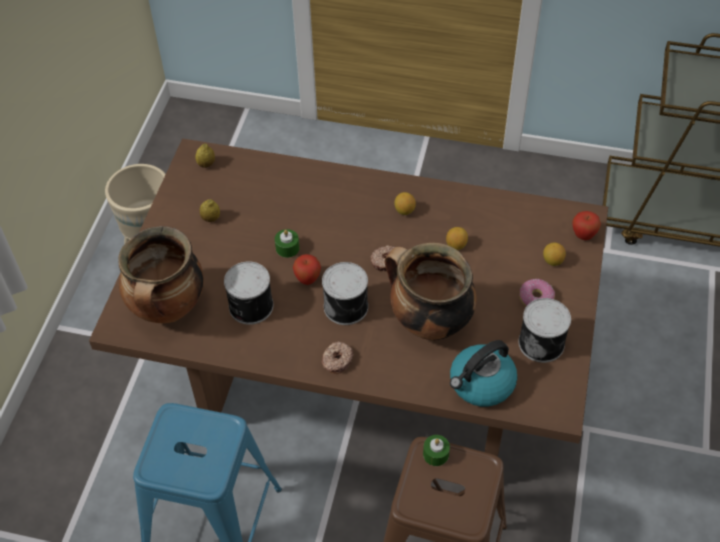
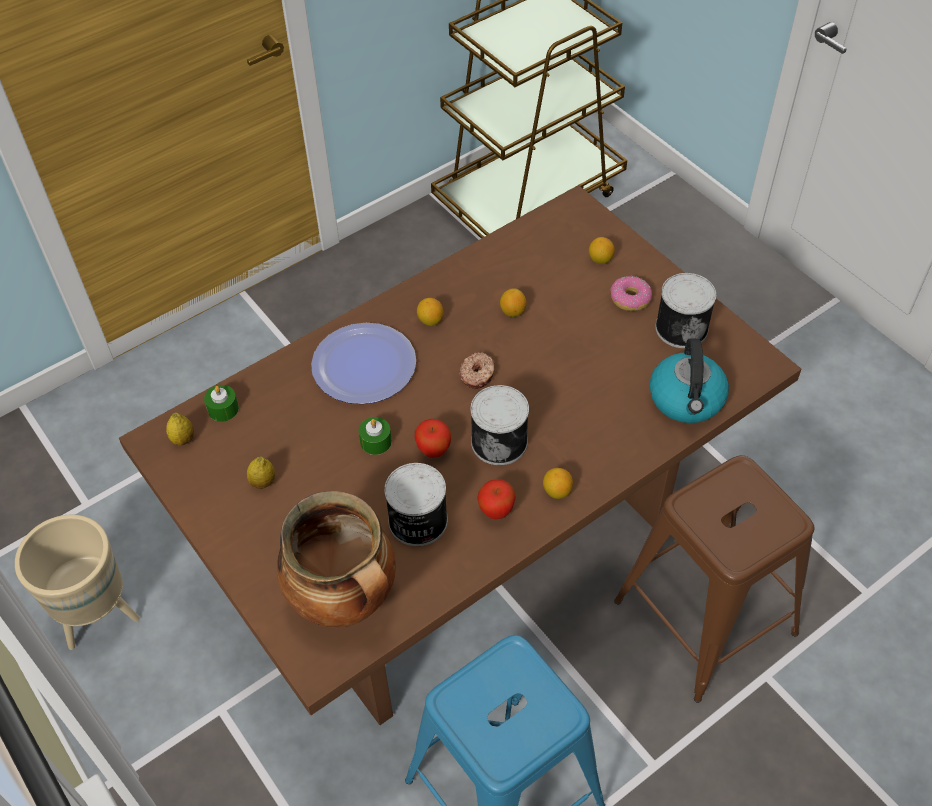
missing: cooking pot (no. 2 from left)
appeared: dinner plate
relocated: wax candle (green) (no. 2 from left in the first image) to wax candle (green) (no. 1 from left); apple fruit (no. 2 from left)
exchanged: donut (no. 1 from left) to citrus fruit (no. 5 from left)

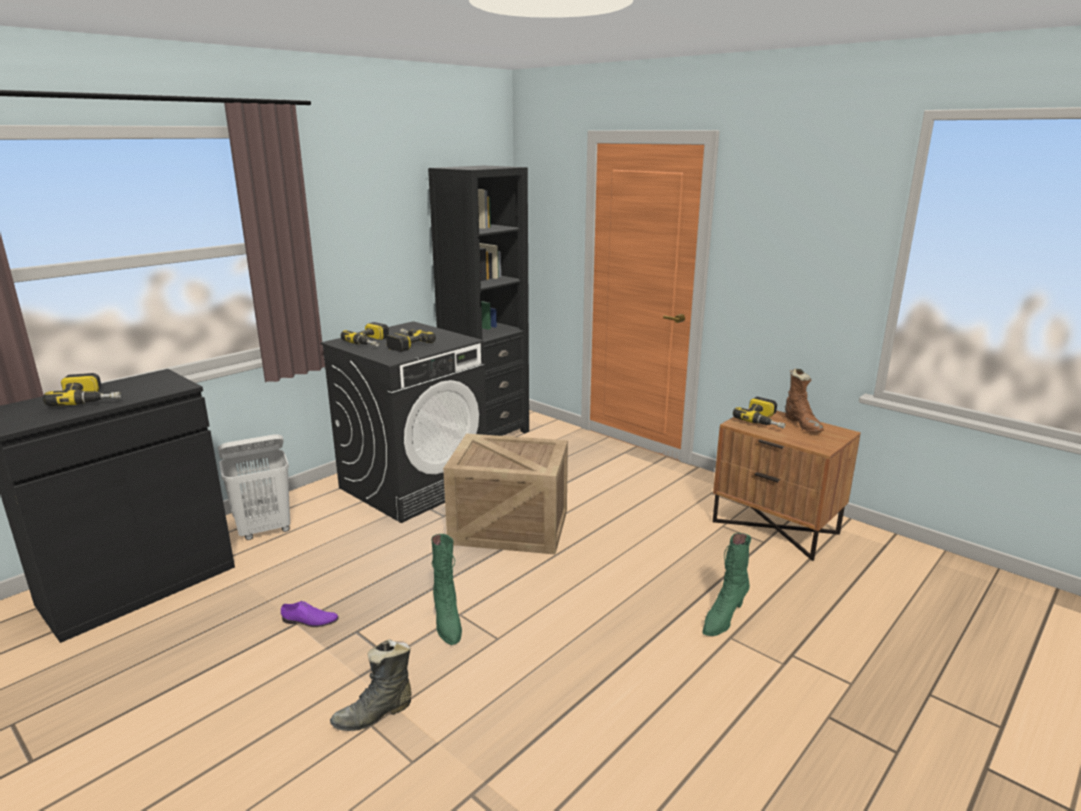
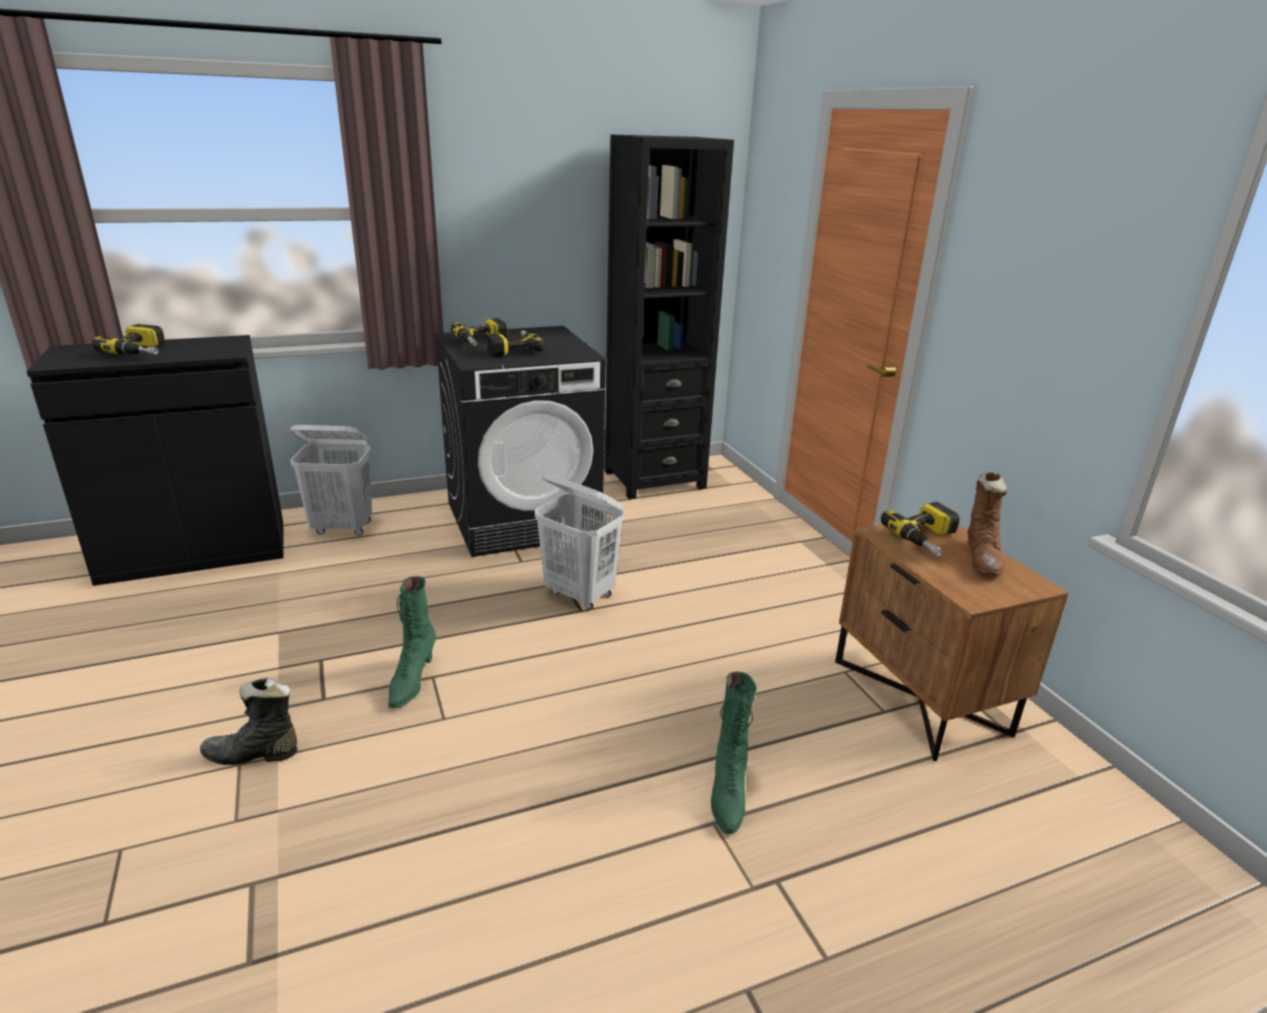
missing: item of footwear (purple)
exchanged: crate to laundry basket (whitish) (no. 2 from left)
spun: boot (green) (no. 2 from left) 60 degrees counterclockwise

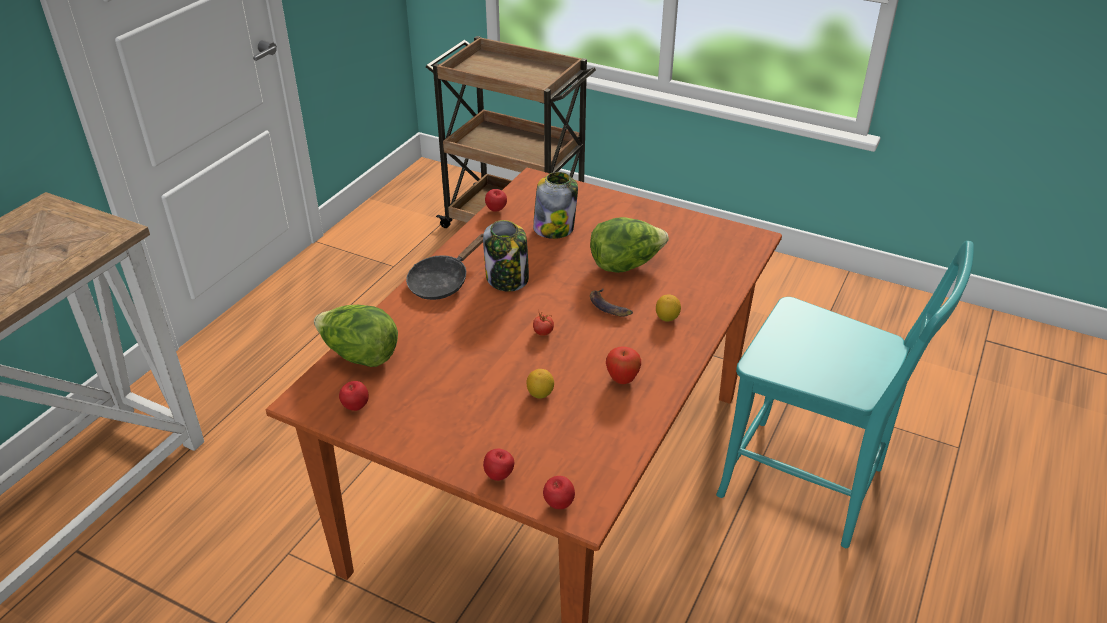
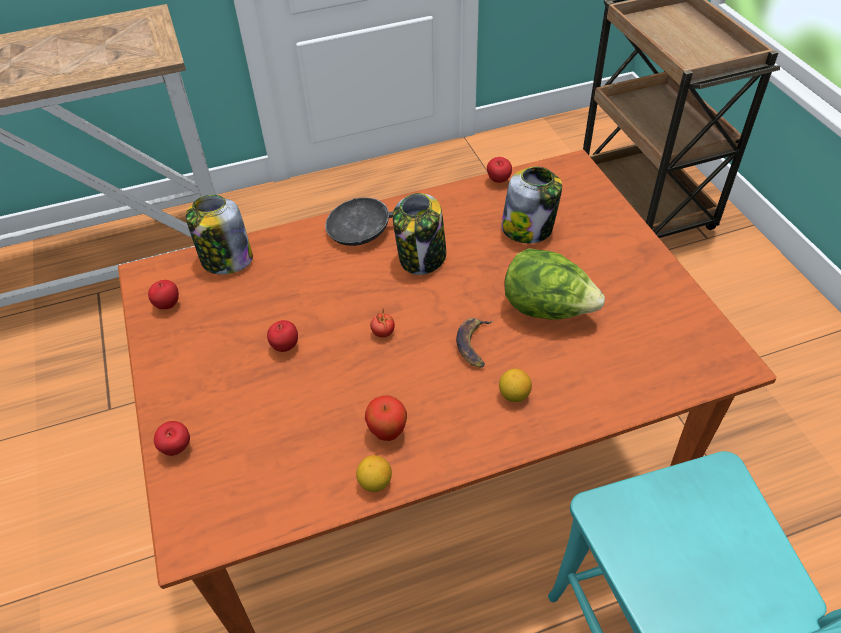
relocated: citrus fruit (no. 1 from left); apple fruit (no. 4 from left in the first image) to apple fruit (no. 3 from left)
exchanged: head of lettuce (no. 1 from left) to preserve jar (no. 1 from left)

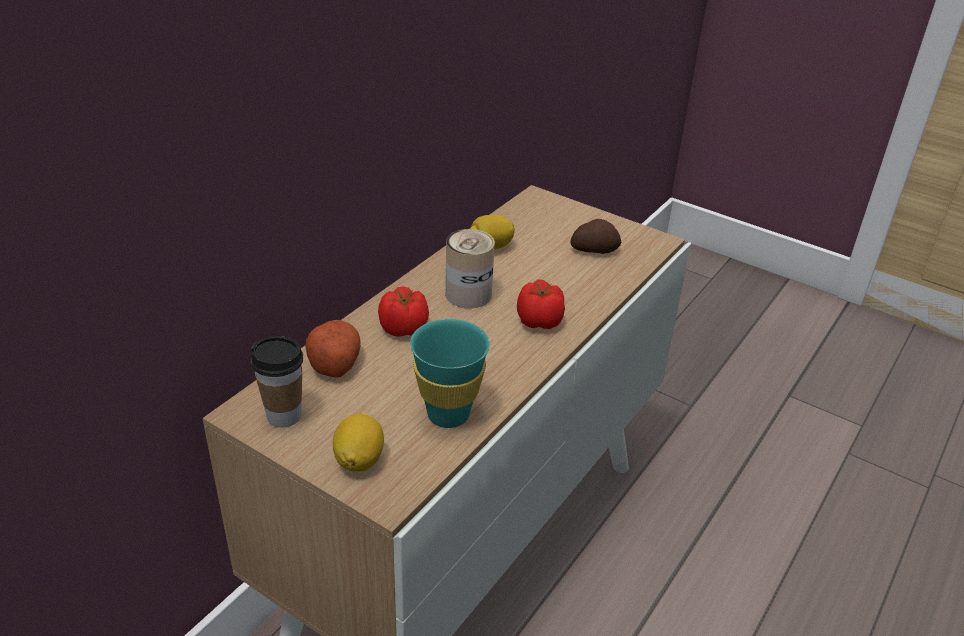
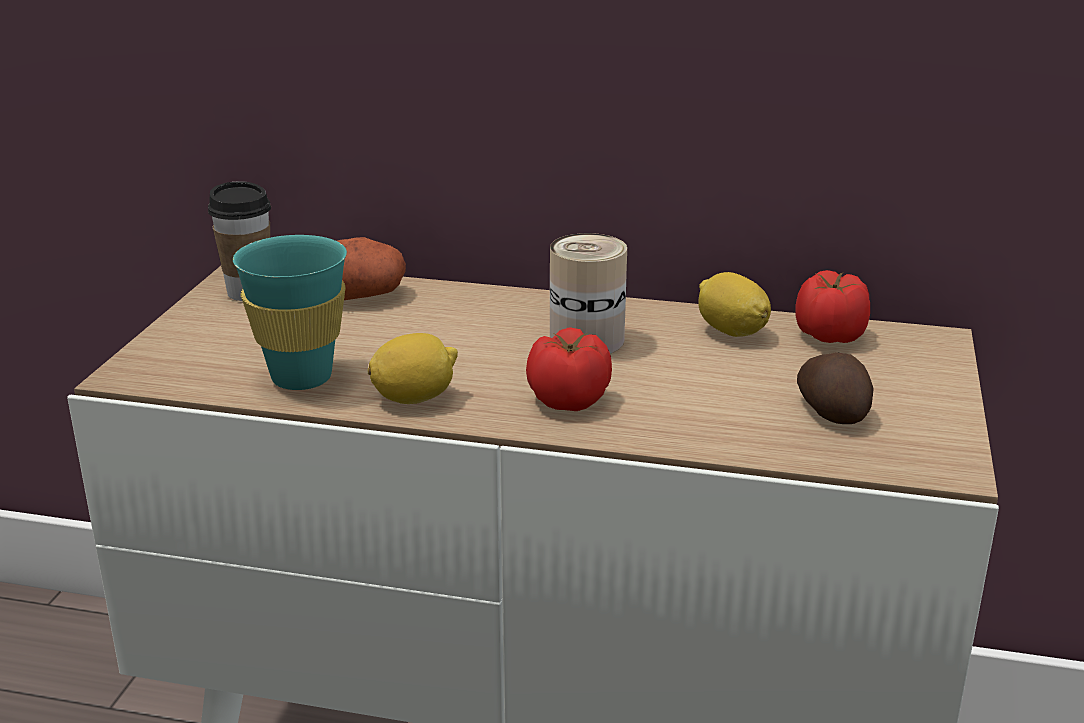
relocated: citrus fruit (no. 1 from left); tomato (no. 1 from left in the first image) to tomato (no. 2 from left)

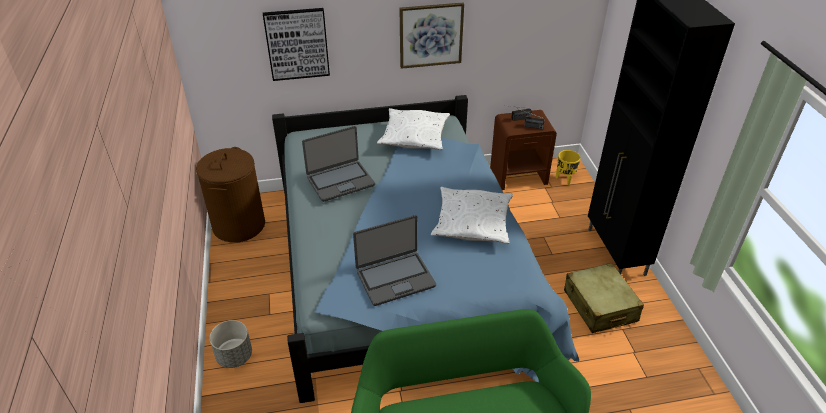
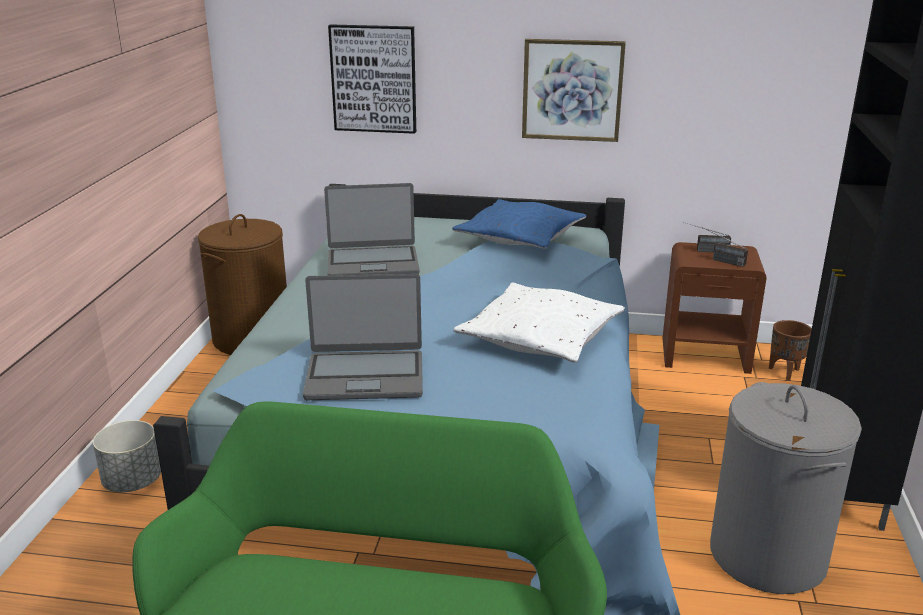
exchanged: piece of luggage (sand-coloured) to laundry basket (grey)
colour: throw pillow (whitish) (no. 1 from left) to throw pillow (bluish); planter (yellow) to planter (brownish)

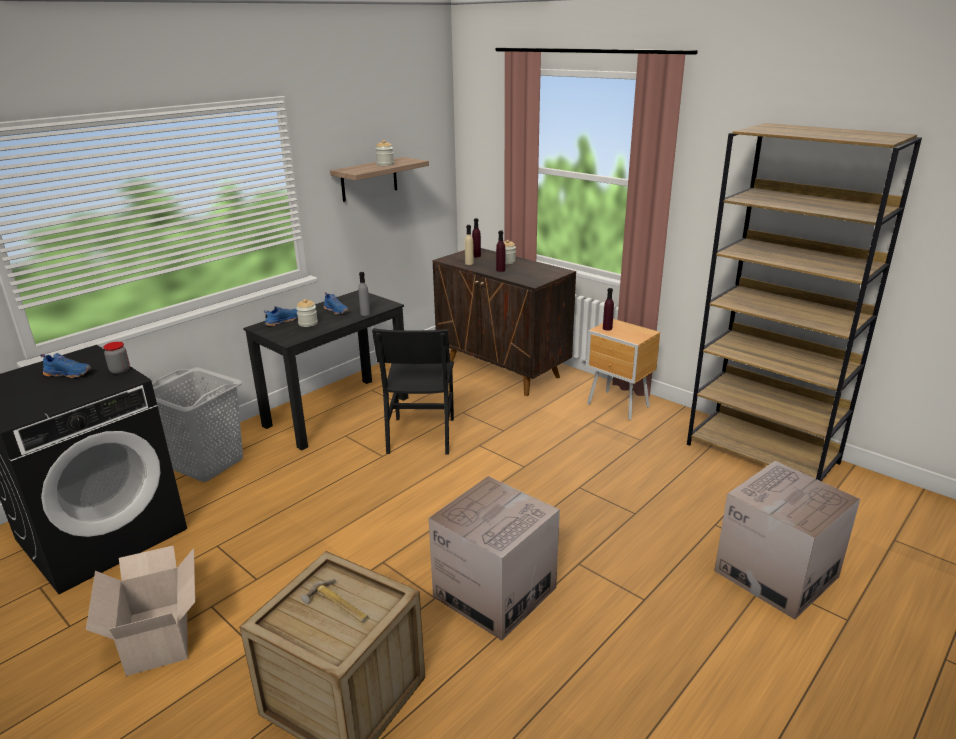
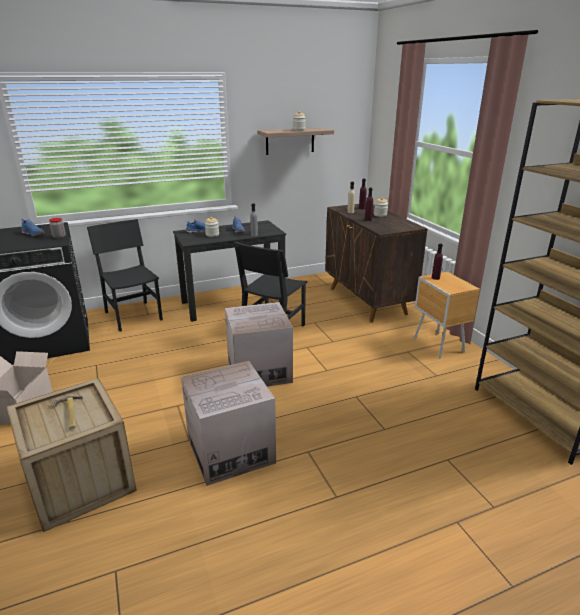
relocated: cardboard box (no. 3 from left)
exchanged: laundry basket (grey) to upright chair (blackish) (no. 1 from left)

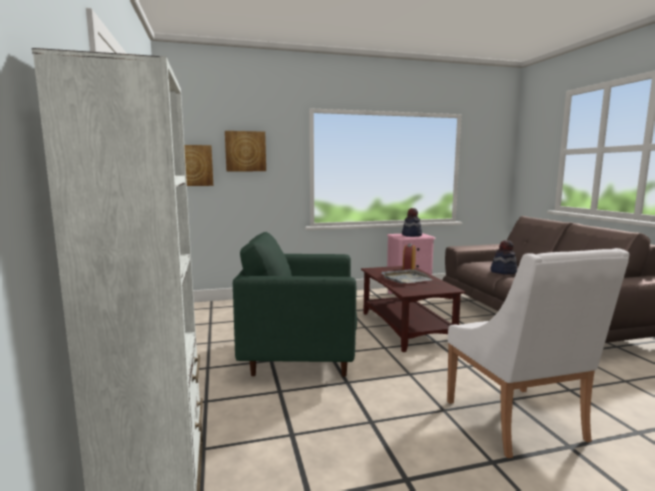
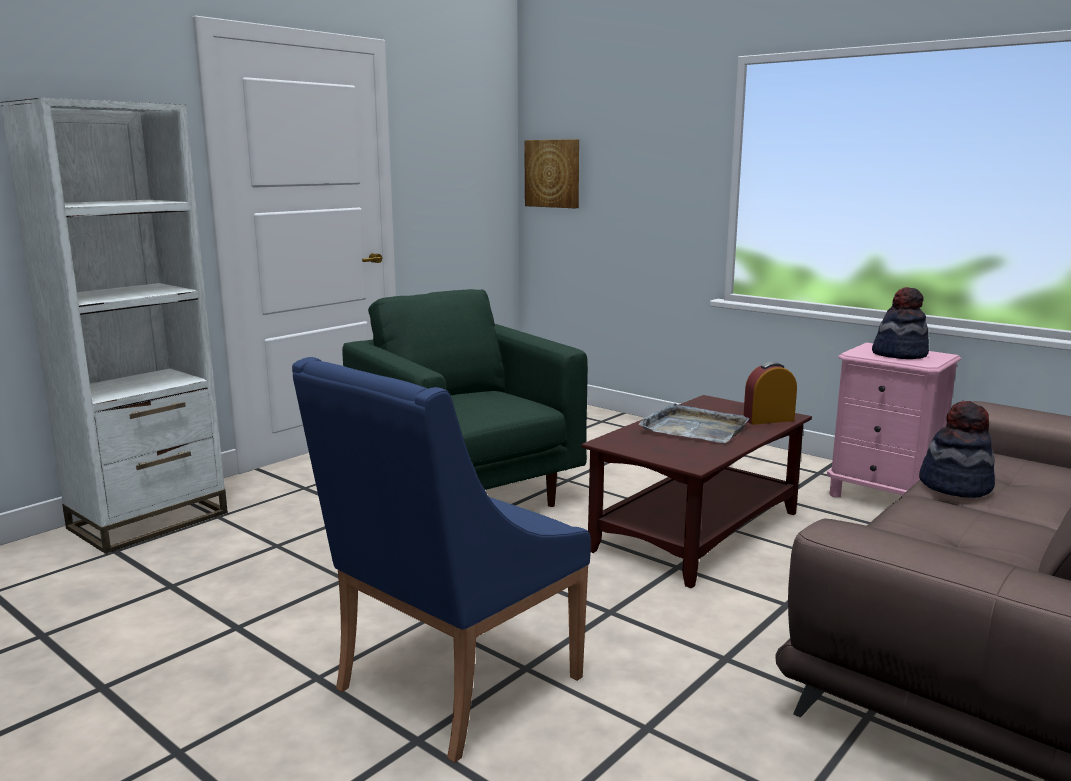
missing: wall picture (no. 2 from left)
colour: armchair (whitish) to armchair (bluish)

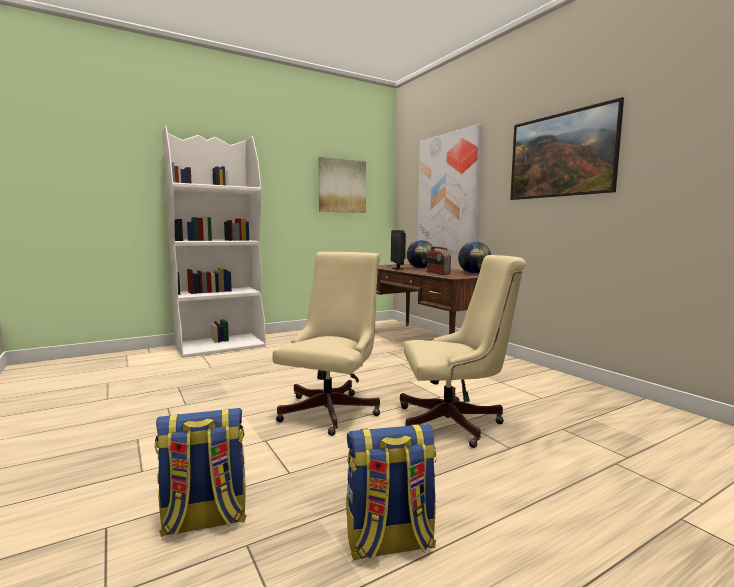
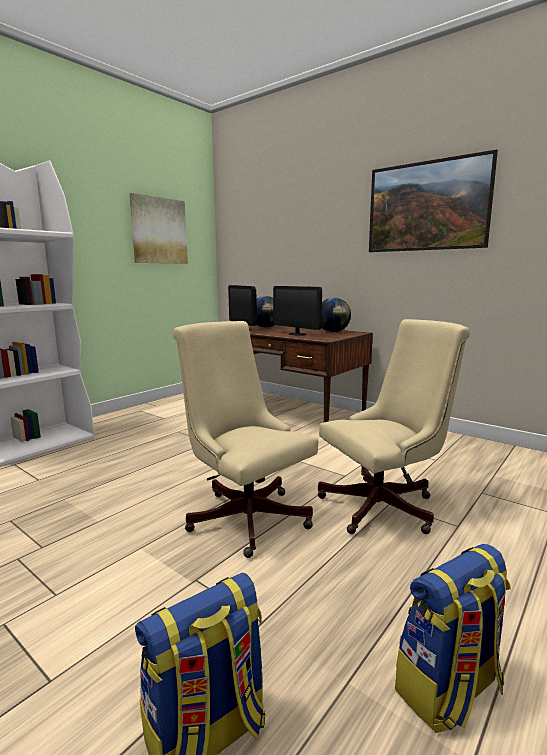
missing: wall picture (no. 2 from left)
exchanged: radio to computer display (no. 2 from left)
spun: office chair (sand-coloured) (no. 1 from left) 45 degrees counterclockwise

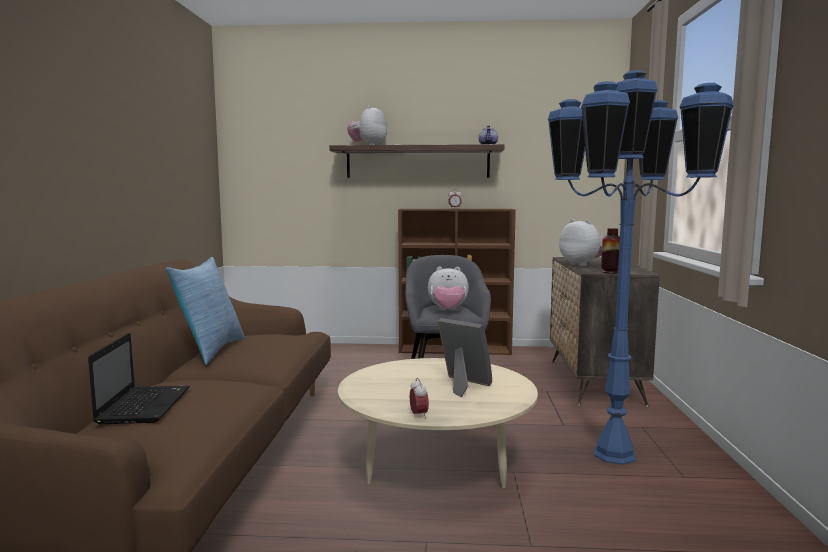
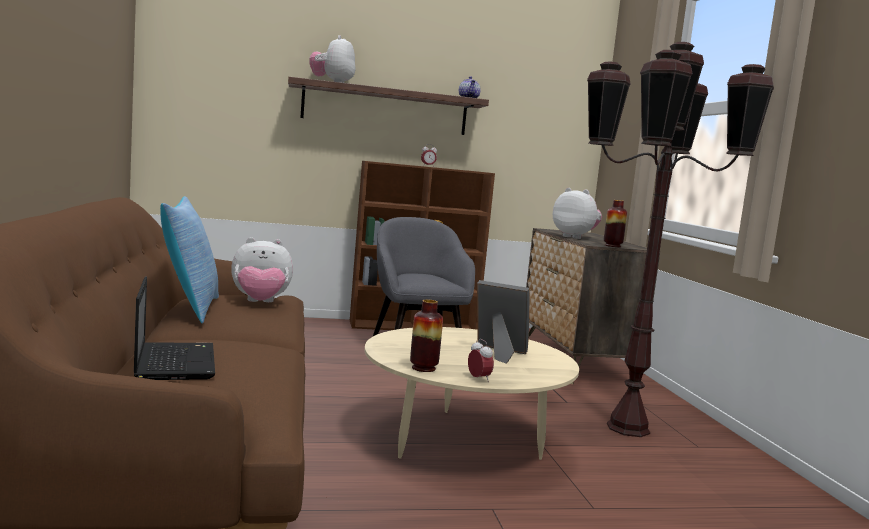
appeared: flower vase (no. 1 from left)
relocated: plush toy (no. 2 from left in the first image) to plush toy (no. 1 from left)
colour: standing lamp (bluish) to standing lamp (brownish)

